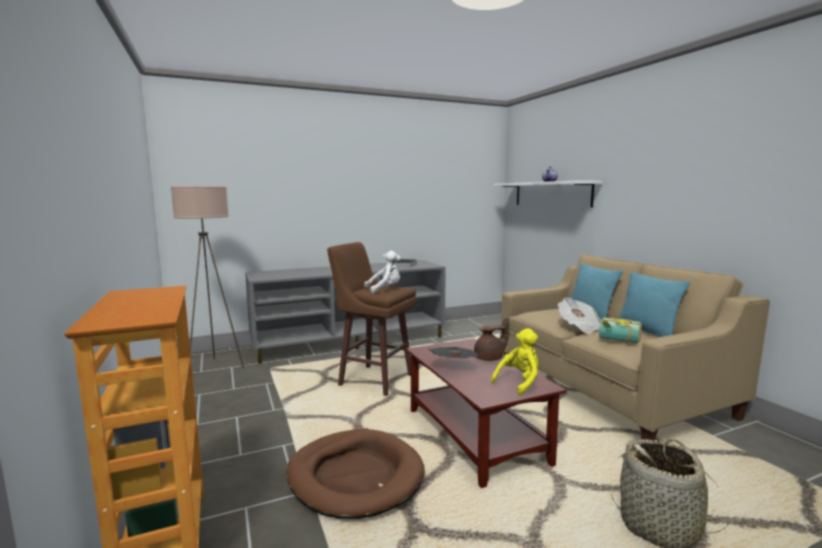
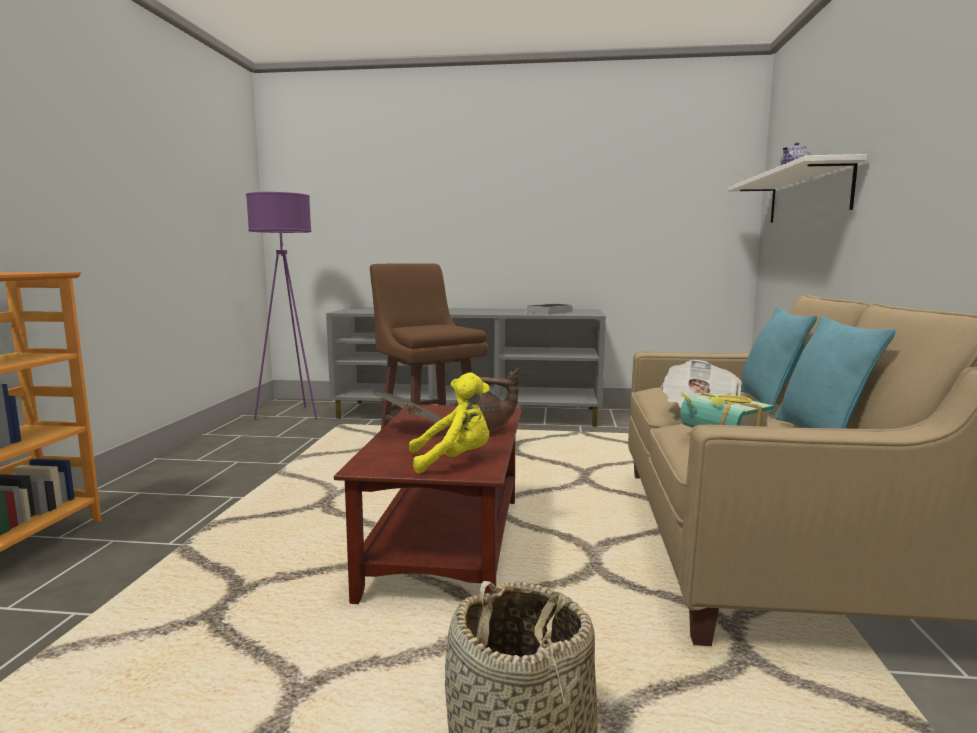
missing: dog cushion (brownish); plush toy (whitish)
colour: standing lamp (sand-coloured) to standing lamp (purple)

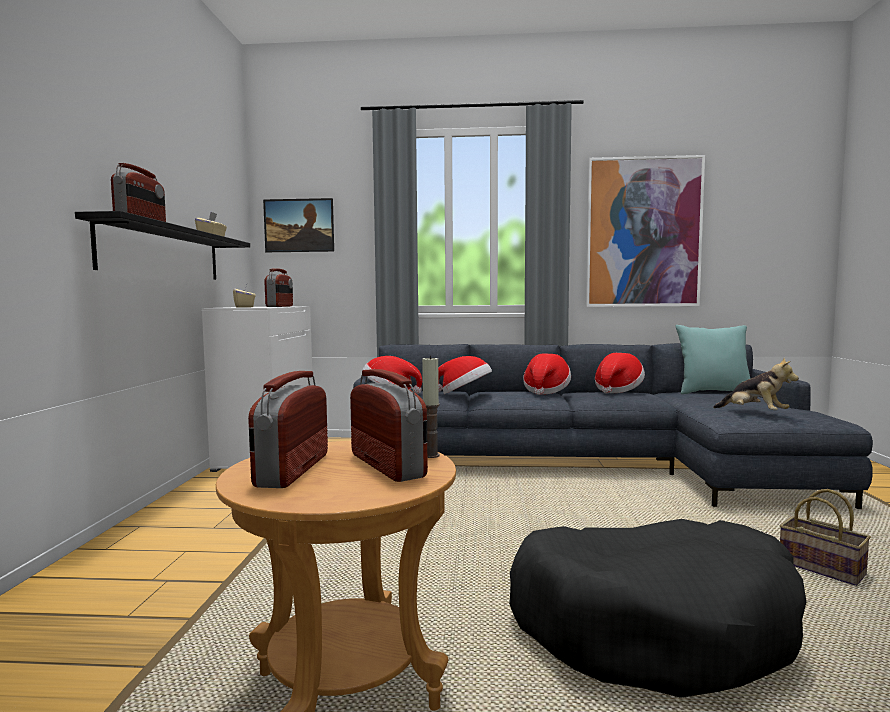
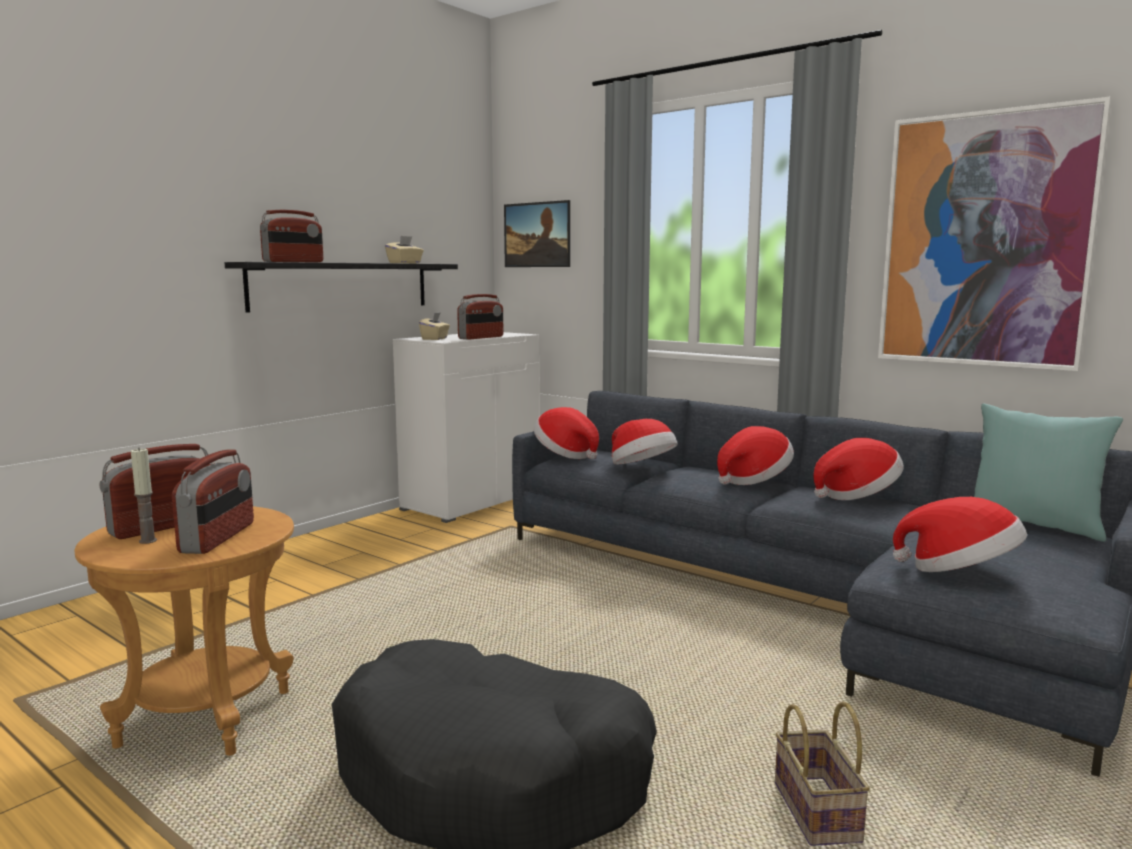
relocated: wax candle
exchanged: plush toy to clothing hat (no. 5 from left)

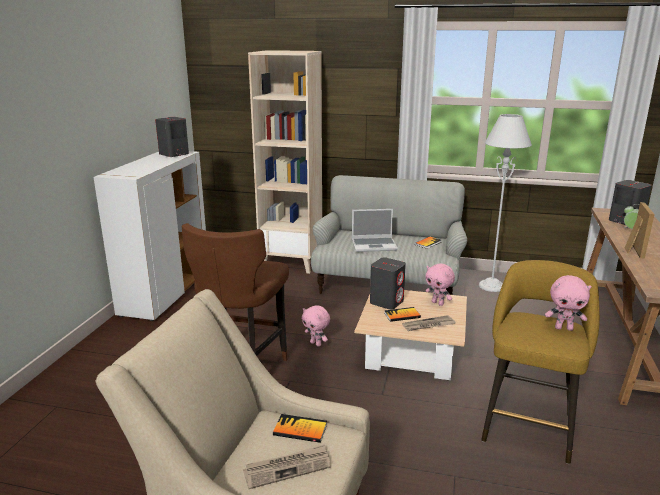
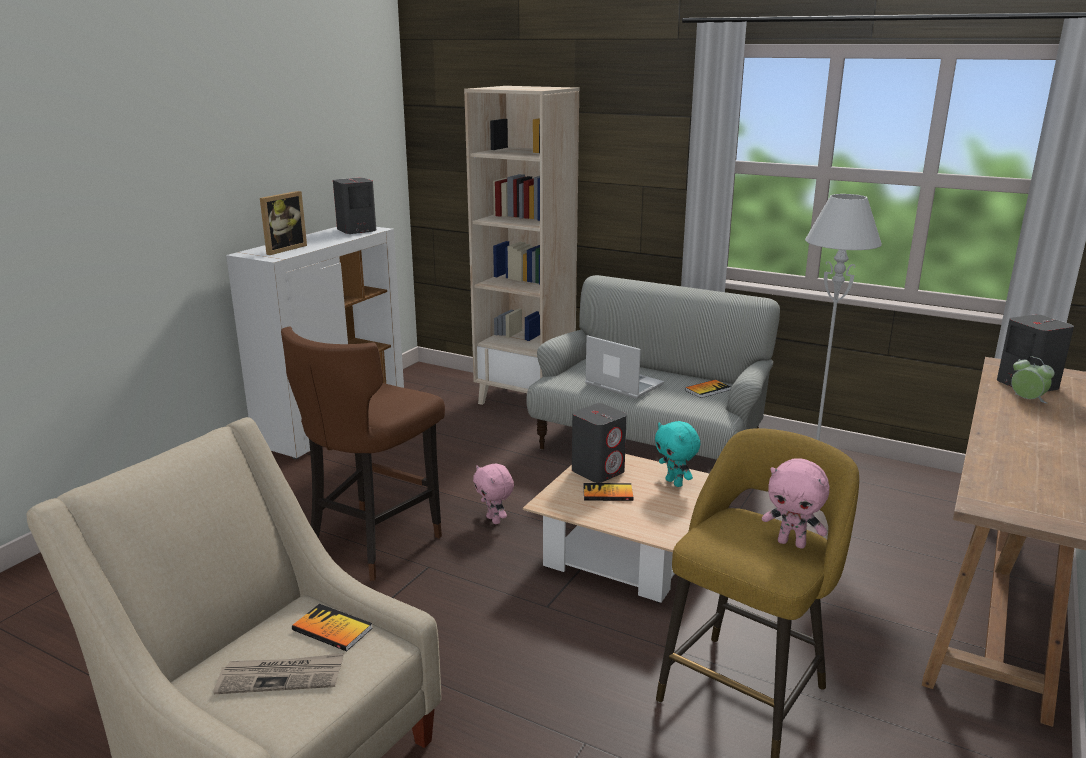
missing: printed paper (no. 2 from left)
relocated: photo frame
colour: plush toy (pink) (no. 2 from left) to plush toy (turquoise-coloured)
spun: portable computer 150 degrees counterclockwise

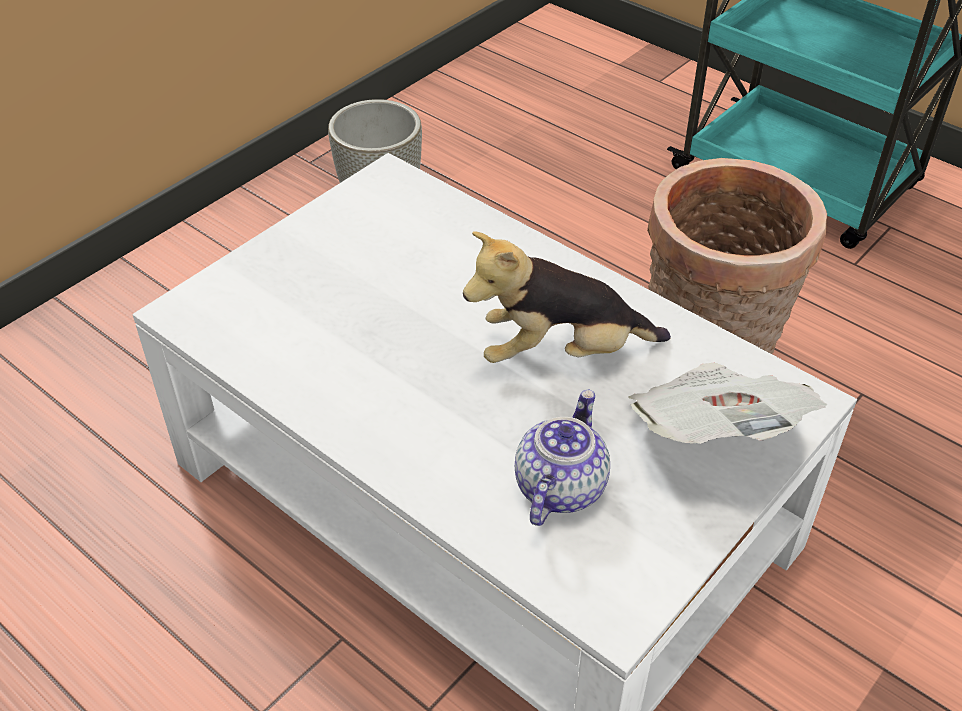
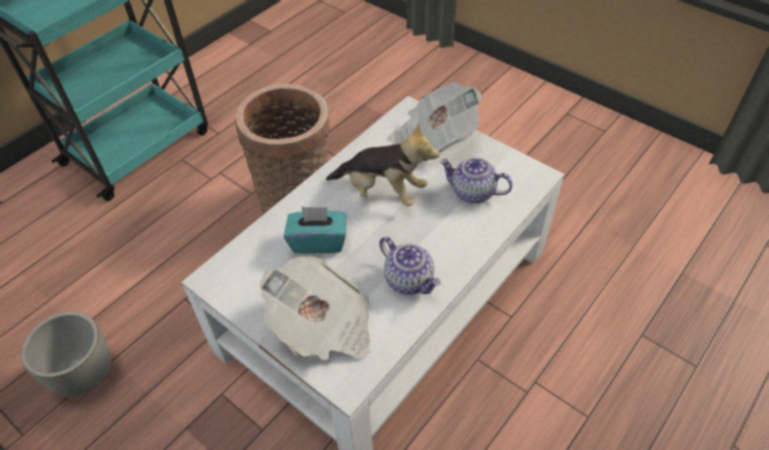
appeared: printed paper (no. 1 from left); tissue box (turquoise-coloured); teapot (no. 1 from left)
spun: plush toy 60 degrees counterclockwise

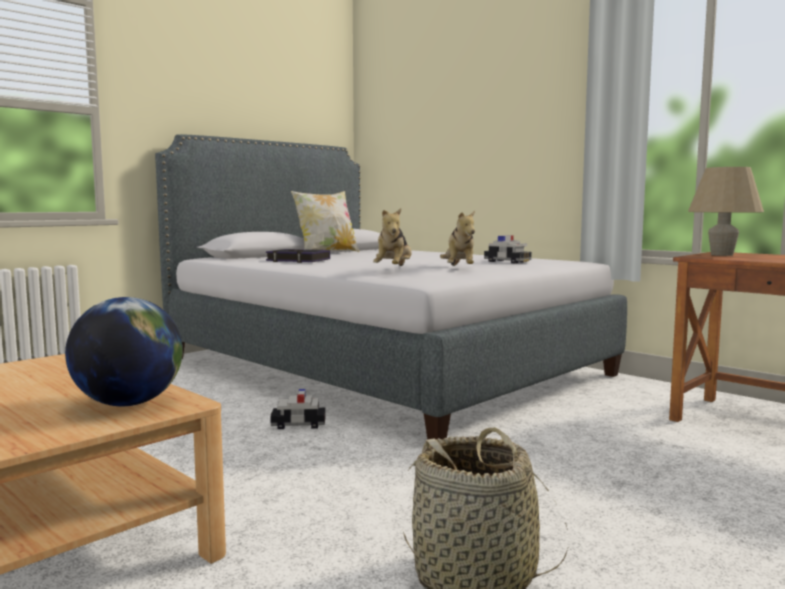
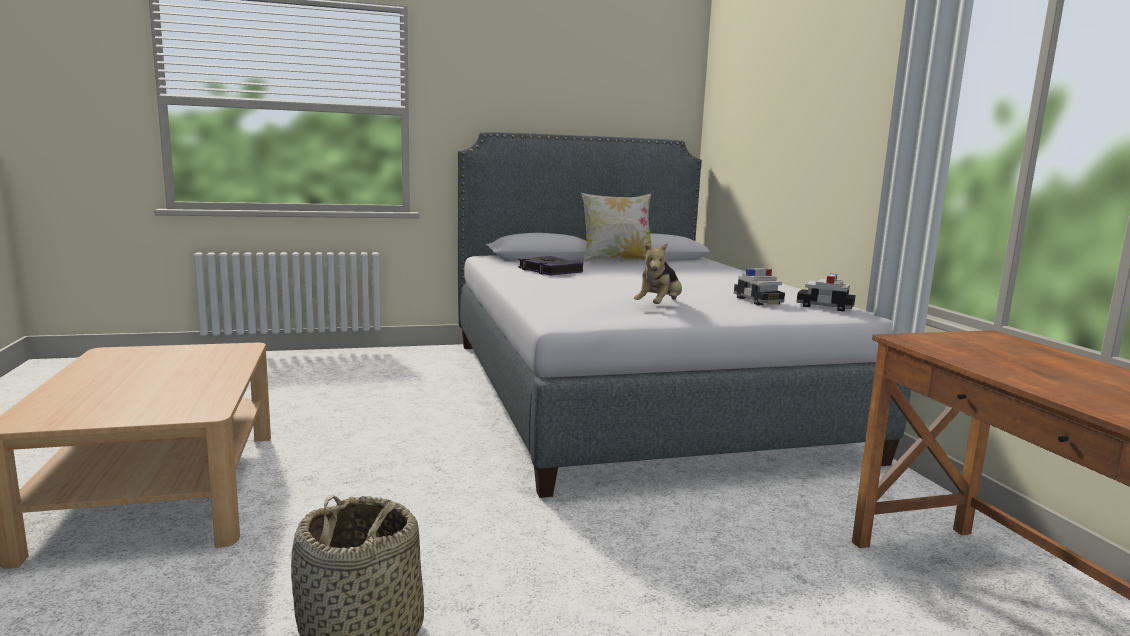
missing: world globe; plush toy (no. 1 from left); table lamp (sand-coloured)
relocated: toy car (no. 1 from left in the first image) to toy car (no. 2 from left)

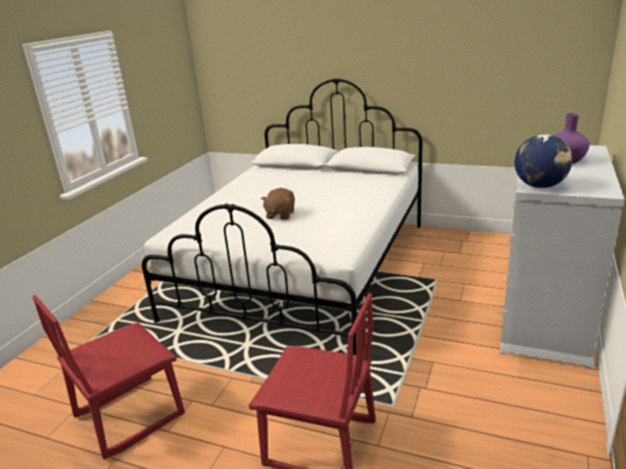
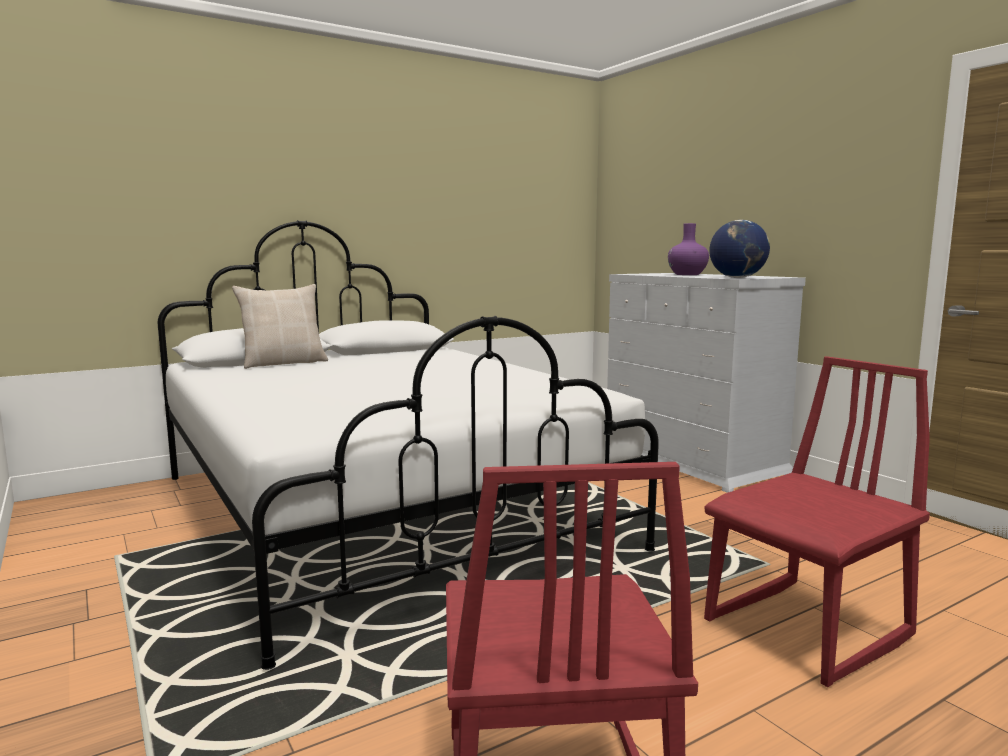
missing: plush toy (brownish)
appeared: throw pillow (sand-coloured)

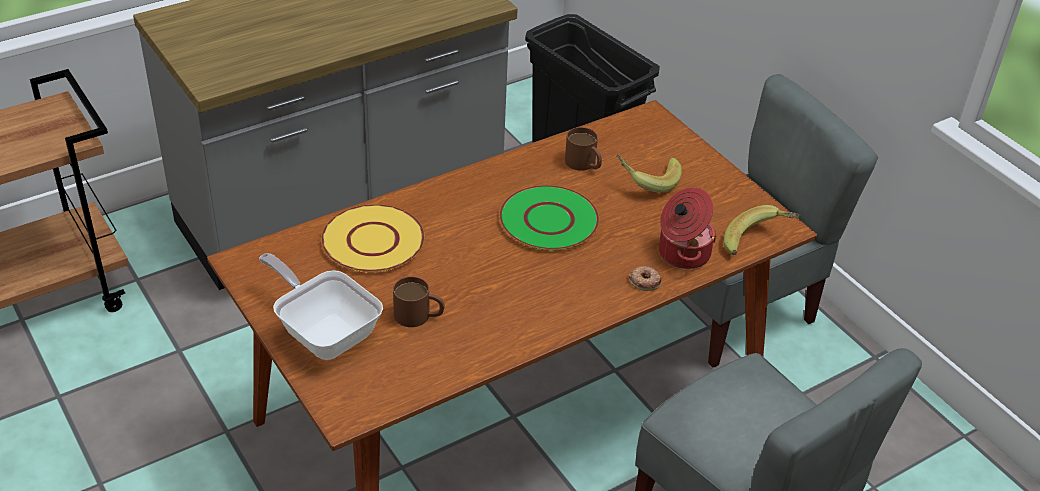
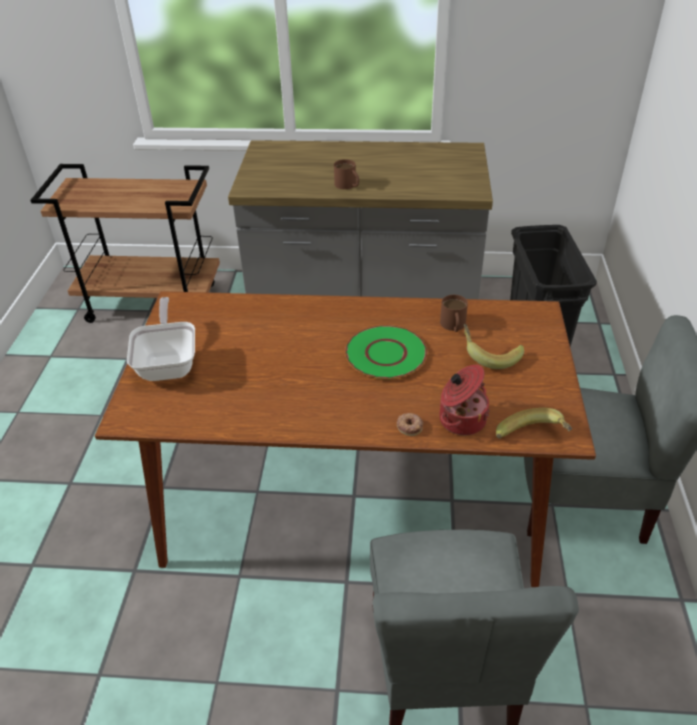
missing: dinner plate (yellow)
relocated: mug (brownish) (no. 1 from left)

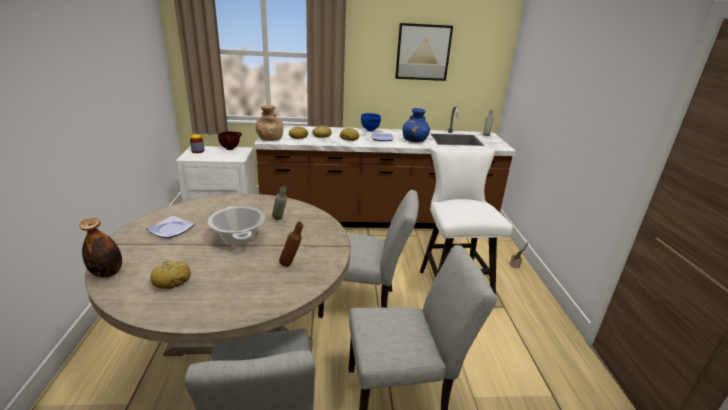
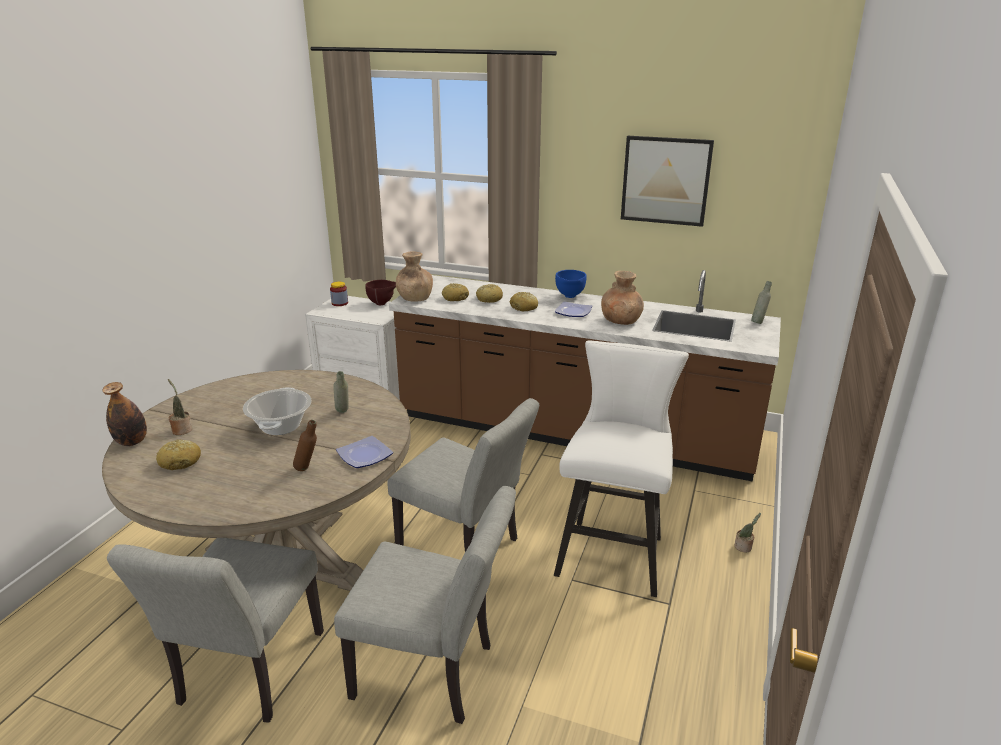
appeared: plant in a pot (no. 1 from left)
relocated: dinner plate (no. 1 from left)
colour: flower vase (bluish) to flower vase (brownish) (no. 2 from left)

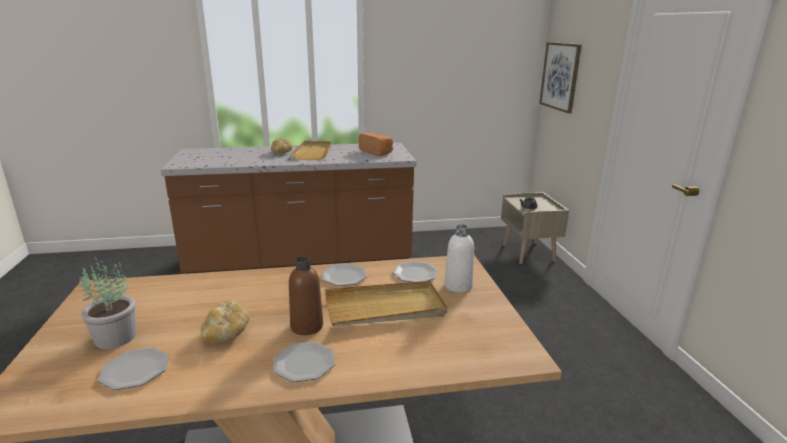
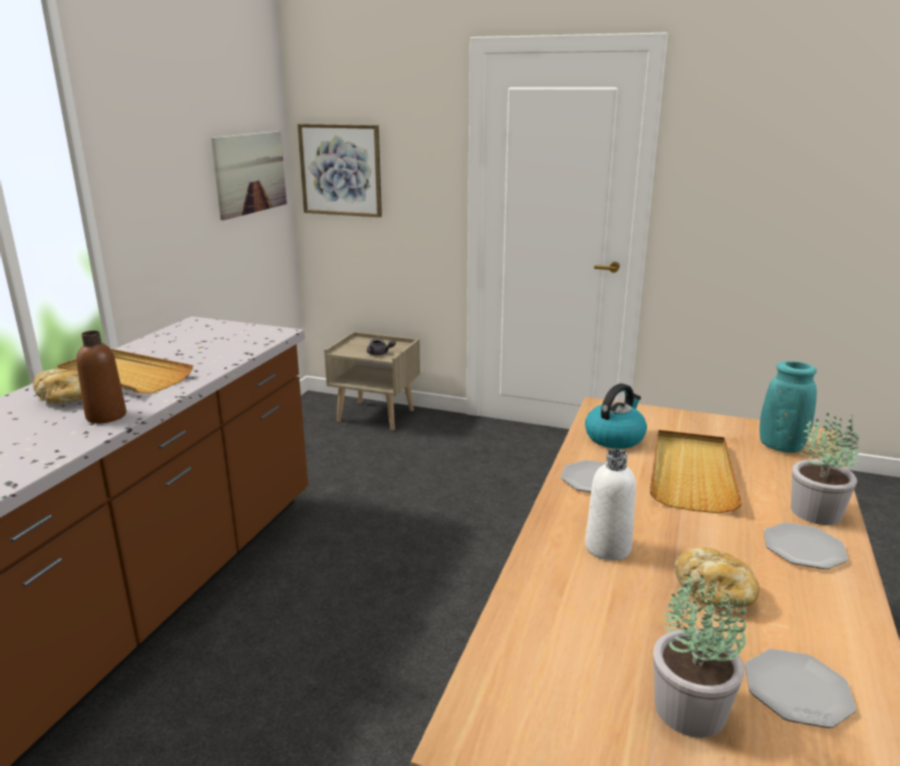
missing: baked bread (no. 3 from left)
appeared: wall picture (no. 1 from left); flower vase (turquoise-coloured); plant in a pot (no. 2 from left)
relocated: drink bottle (brownish); drink bottle (whitish)
exchanged: dinner plate (no. 4 from left) to kettle

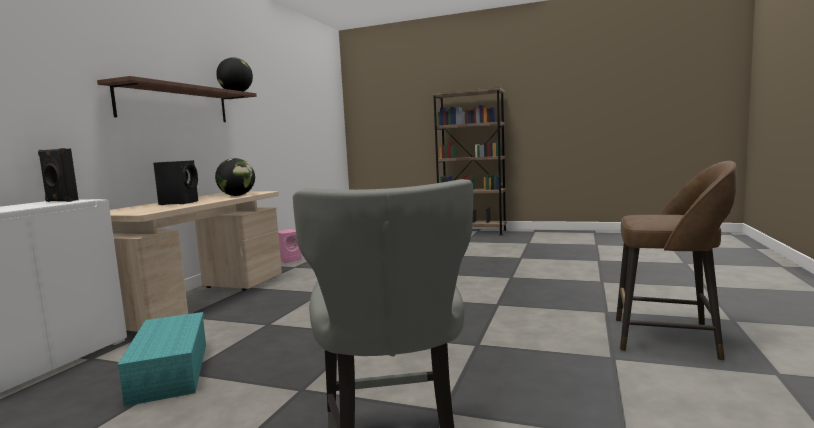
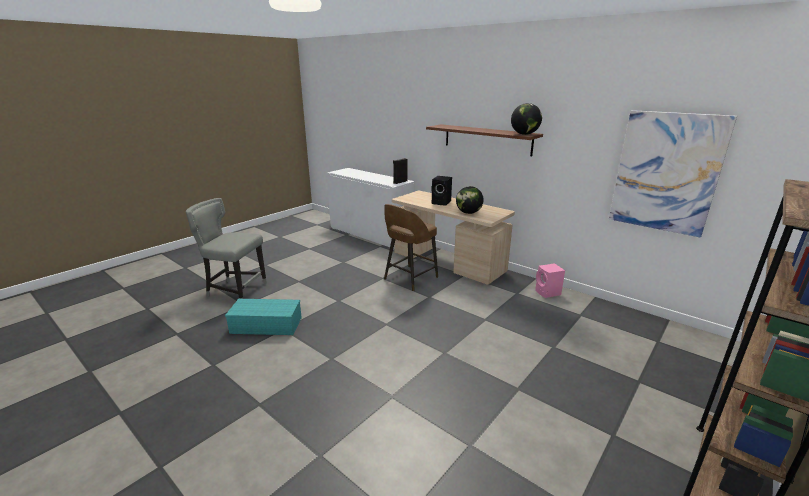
appeared: wall picture
relocated: storage bin (turquoise-coloured); sitting stool (brownish)

